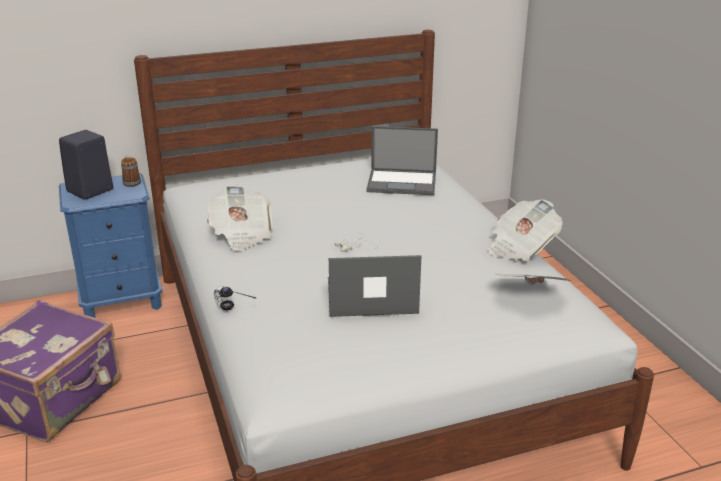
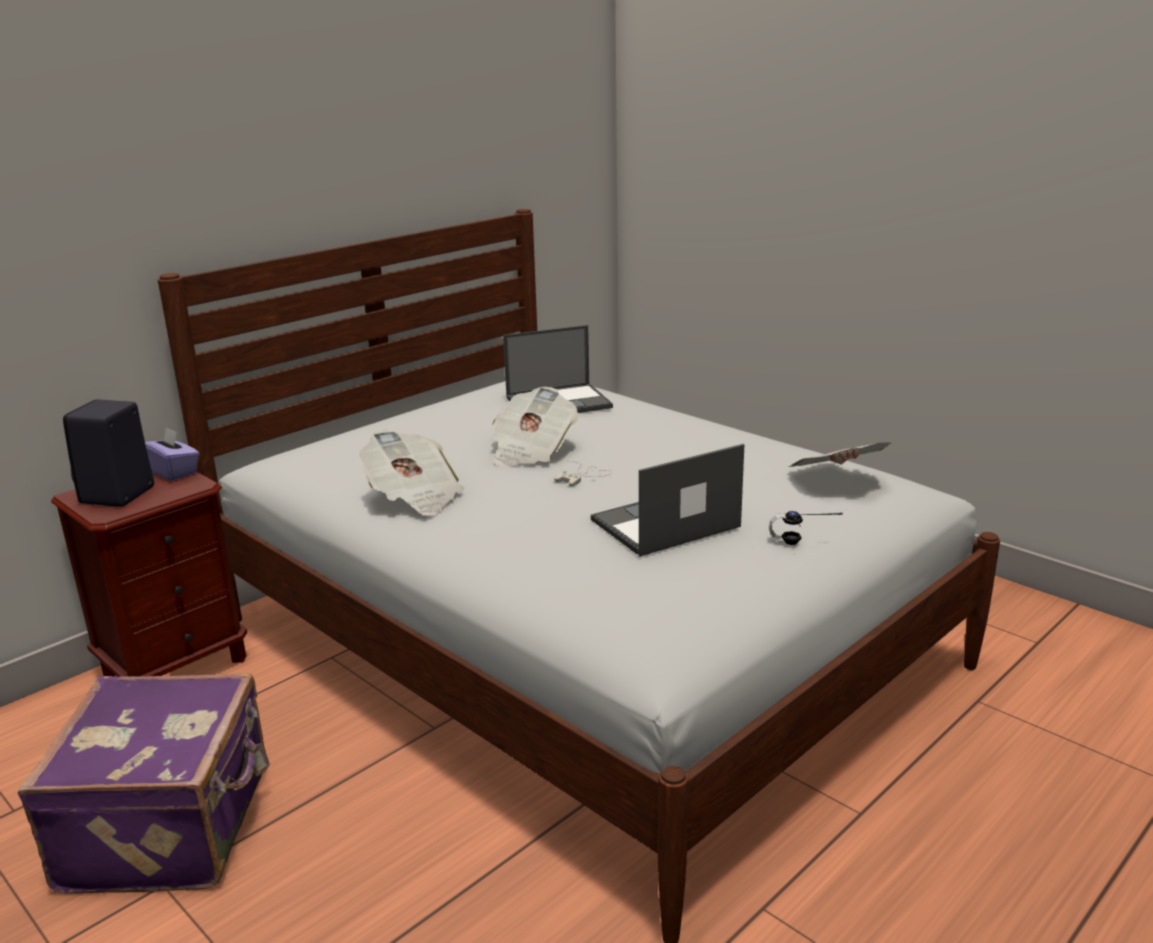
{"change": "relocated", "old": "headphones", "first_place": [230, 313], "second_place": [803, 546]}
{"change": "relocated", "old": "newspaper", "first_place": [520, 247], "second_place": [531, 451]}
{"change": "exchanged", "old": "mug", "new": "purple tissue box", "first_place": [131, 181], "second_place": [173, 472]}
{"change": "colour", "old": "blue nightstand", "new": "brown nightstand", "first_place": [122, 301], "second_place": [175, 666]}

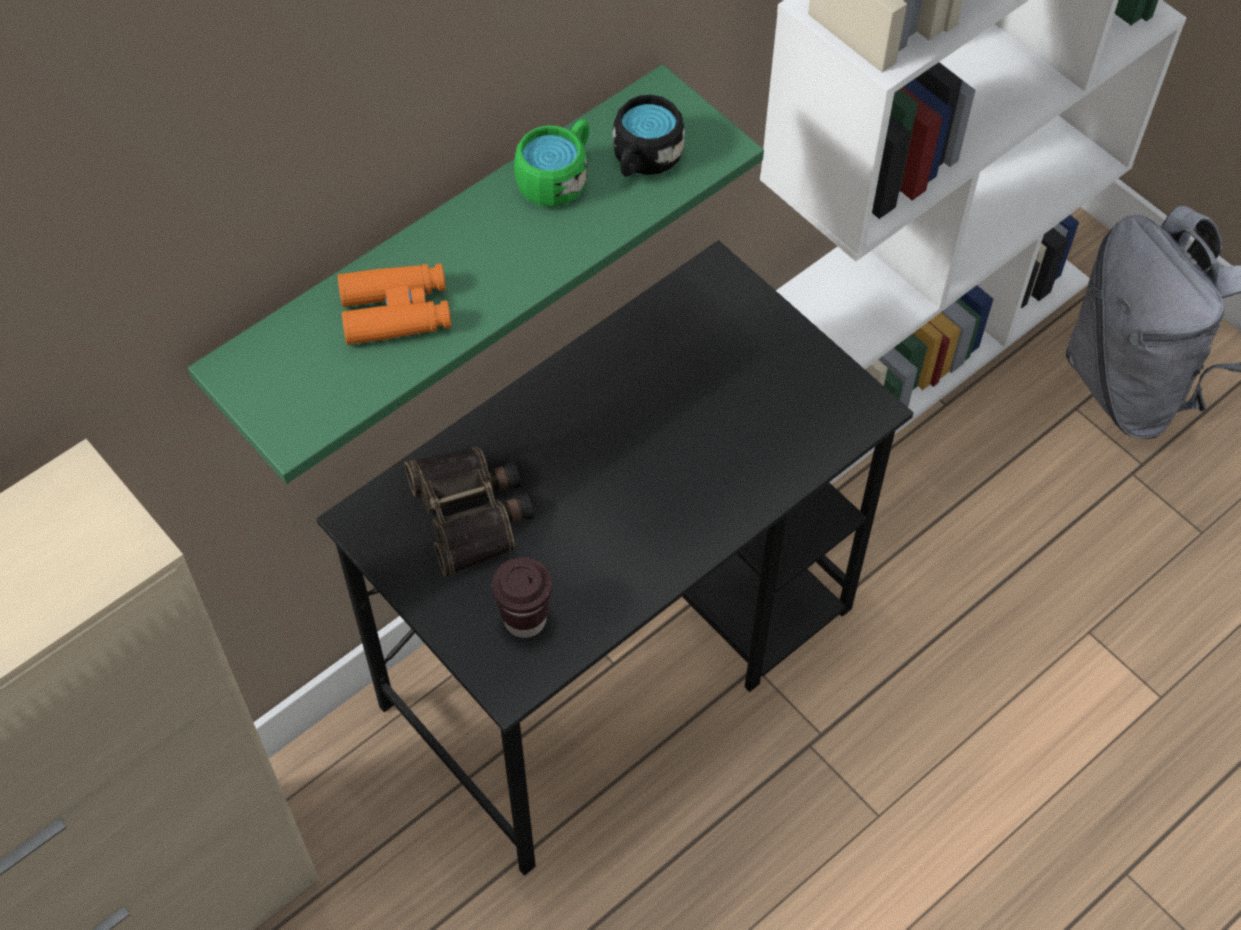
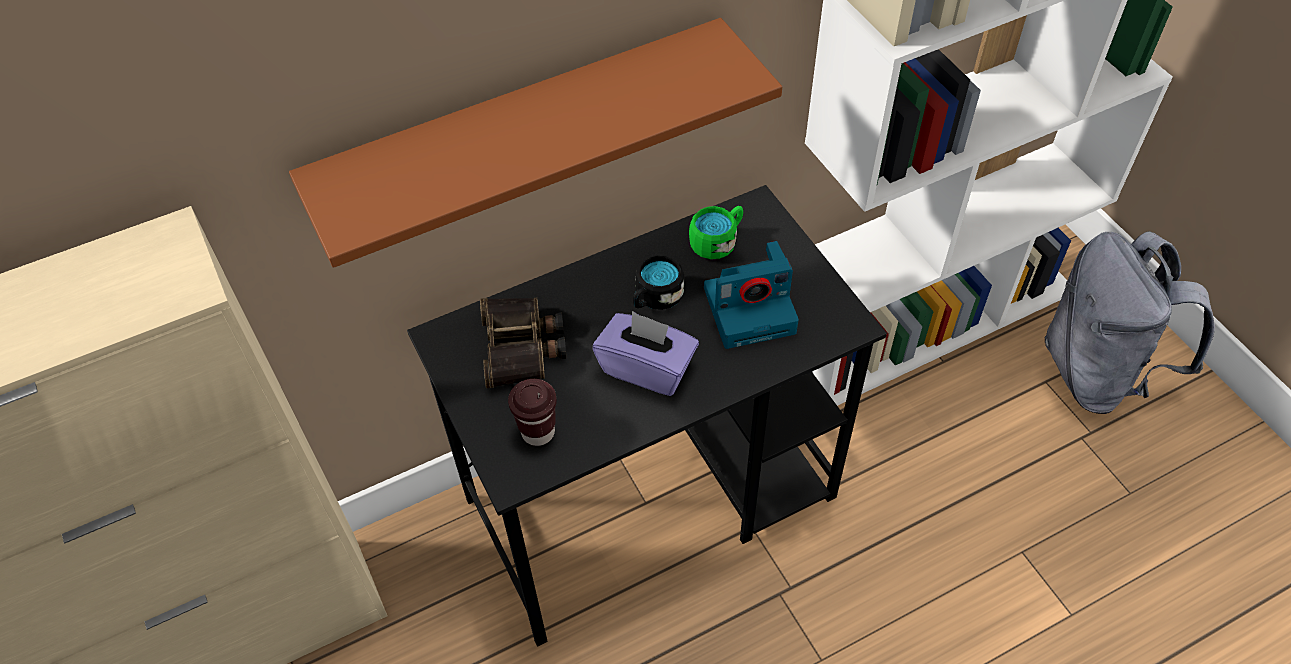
{"change": "missing", "old": "orange binoculars", "first_place": [396, 312]}
{"change": "appeared", "new": "purple tissue box", "second_place": [647, 368]}
{"change": "appeared", "new": "photo camera", "second_place": [751, 309]}
{"change": "relocated", "old": "green mug", "first_place": [558, 178], "second_place": [717, 241]}
{"change": "relocated", "old": "black mug", "first_place": [643, 160], "second_place": [655, 298]}
{"change": "colour", "old": "green shelf", "new": "brown shelf", "first_place": [444, 256], "second_place": [523, 136]}

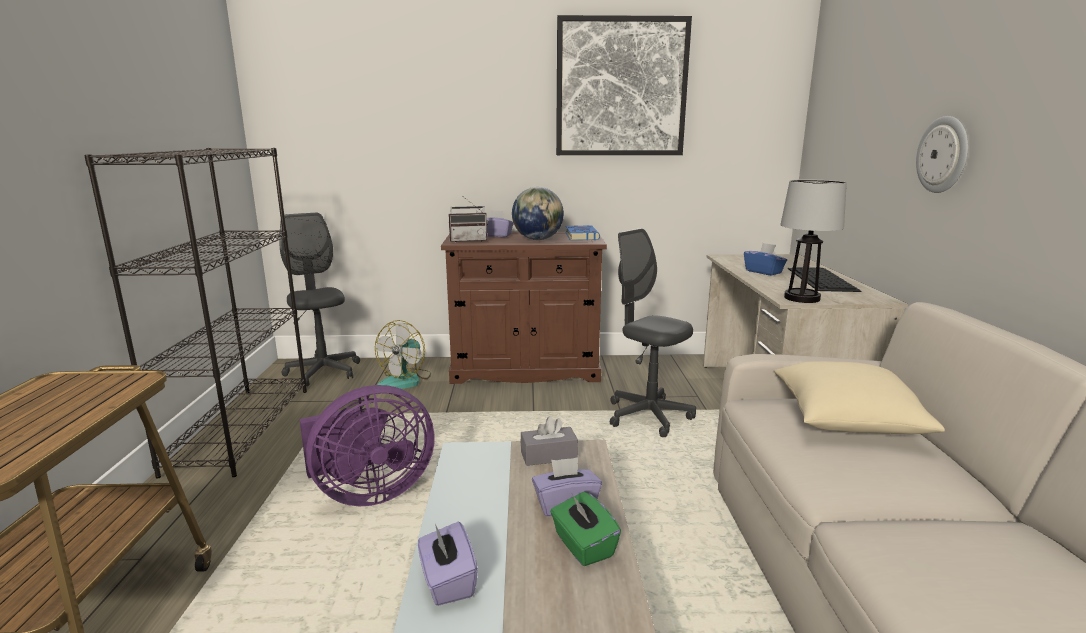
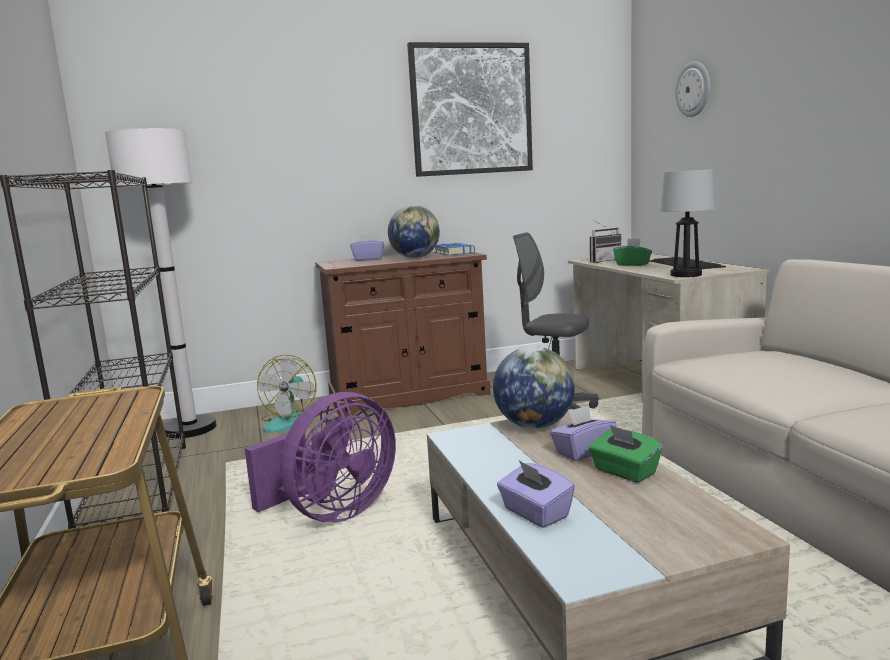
{"change": "missing", "old": "beige pillow", "first_place": [846, 421]}
{"change": "relocated", "old": "radio", "first_place": [468, 240], "second_place": [603, 261]}
{"change": "relocated", "old": "wall clock", "first_place": [943, 155], "second_place": [693, 89]}
{"change": "exchanged", "old": "grey office chair", "new": "white floor lamp", "first_place": [323, 372], "second_place": [190, 429]}
{"change": "exchanged", "old": "grey tissue box", "new": "globe", "first_place": [548, 455], "second_place": [534, 425]}
{"change": "colour", "old": "blue tissue box", "new": "green tissue box", "first_place": [763, 272], "second_place": [632, 264]}

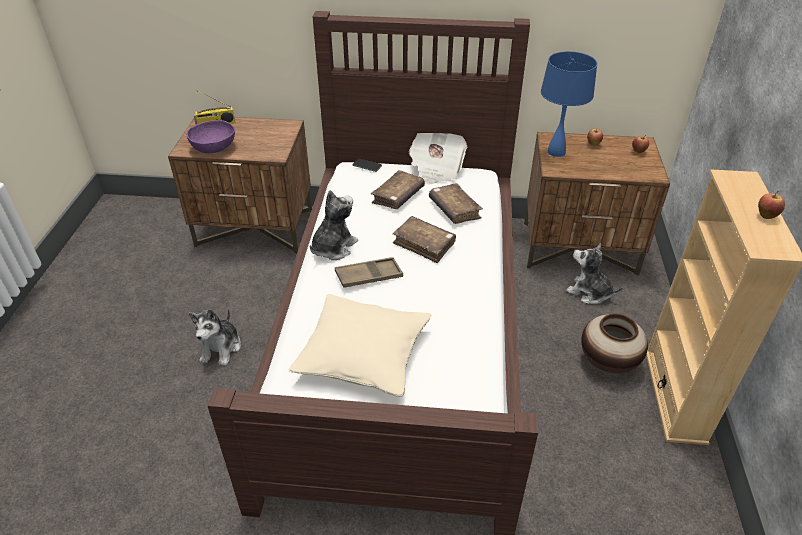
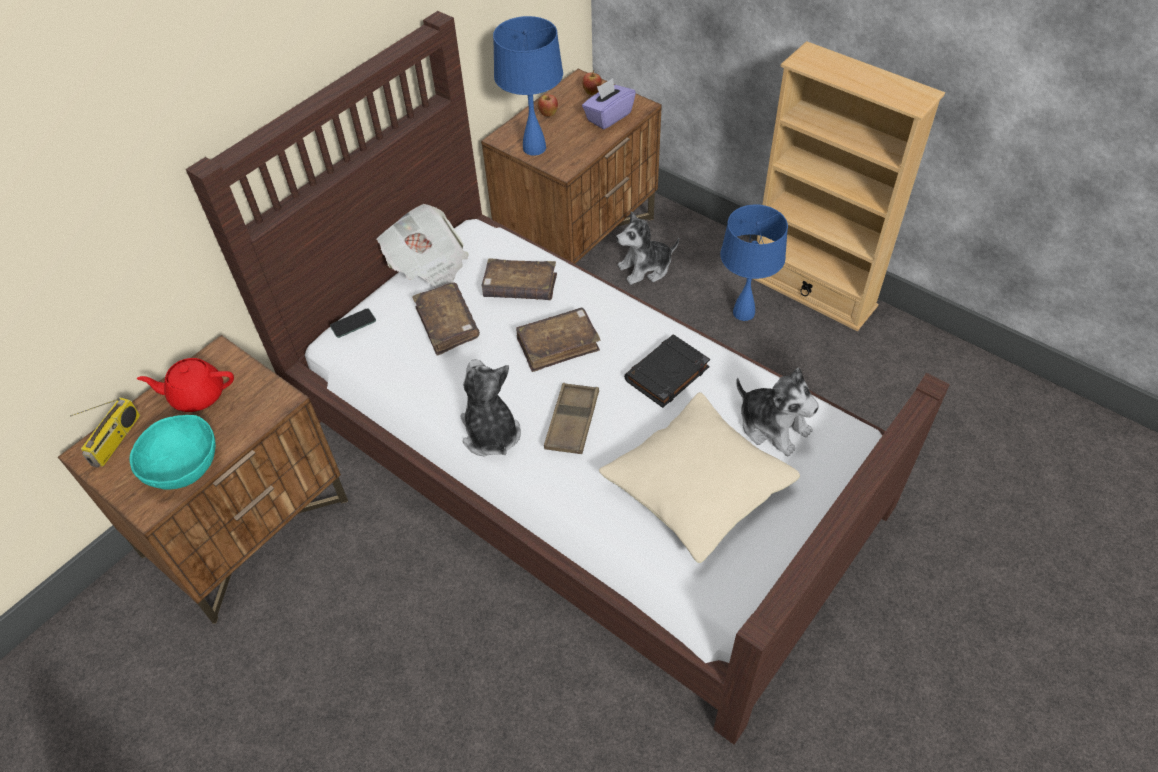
{"change": "missing", "old": "apple", "first_place": [766, 216]}
{"change": "appeared", "new": "red teapot", "second_place": [197, 395]}
{"change": "appeared", "new": "purple tissue box", "second_place": [608, 117]}
{"change": "appeared", "new": "black book", "second_place": [667, 375]}
{"change": "relocated", "old": "plush toy", "first_place": [221, 348], "second_place": [773, 426]}
{"change": "exchanged", "old": "vase", "new": "blue table lamp", "first_place": [608, 362], "second_place": [744, 313]}
{"change": "colour", "old": "purple bowl", "new": "turquoise bowl", "first_place": [214, 148], "second_place": [184, 466]}

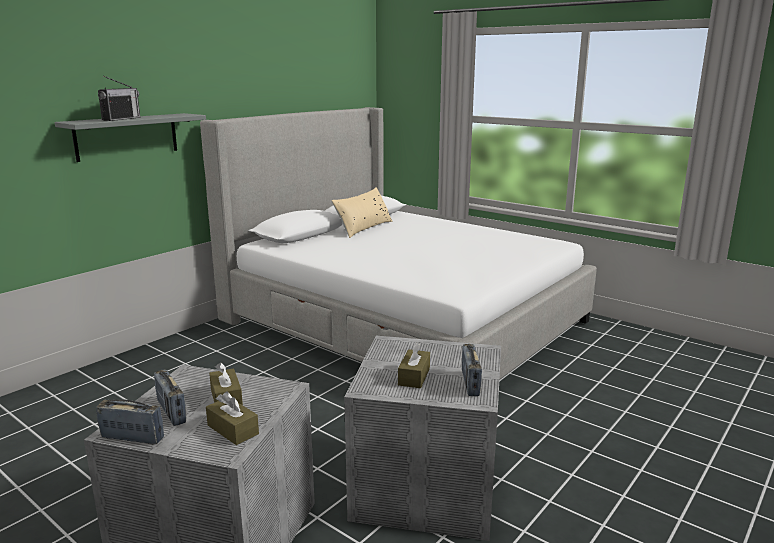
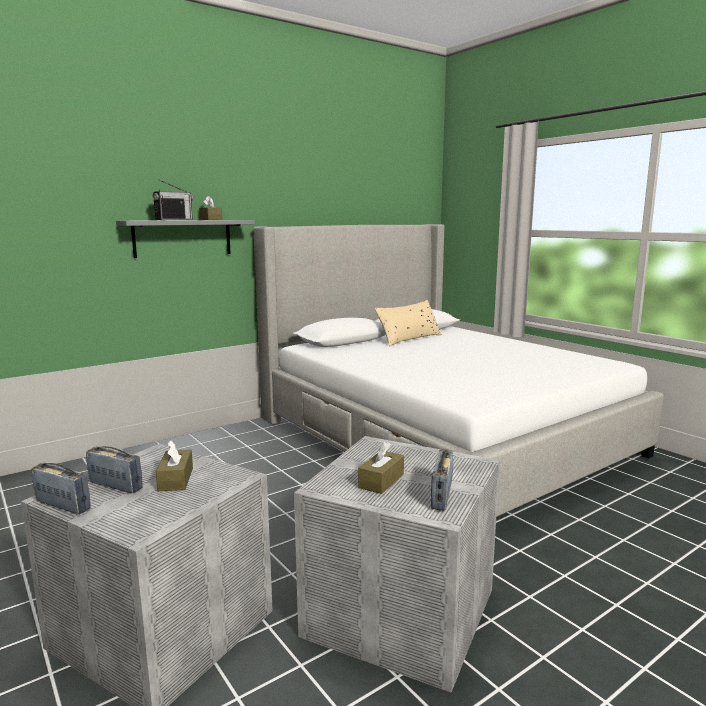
{"change": "relocated", "old": "brown tissue box", "first_place": [233, 429], "second_place": [211, 219]}
{"change": "spun", "old": "radio", "first_place": [171, 412], "second_place": [116, 486], "degrees": 135}

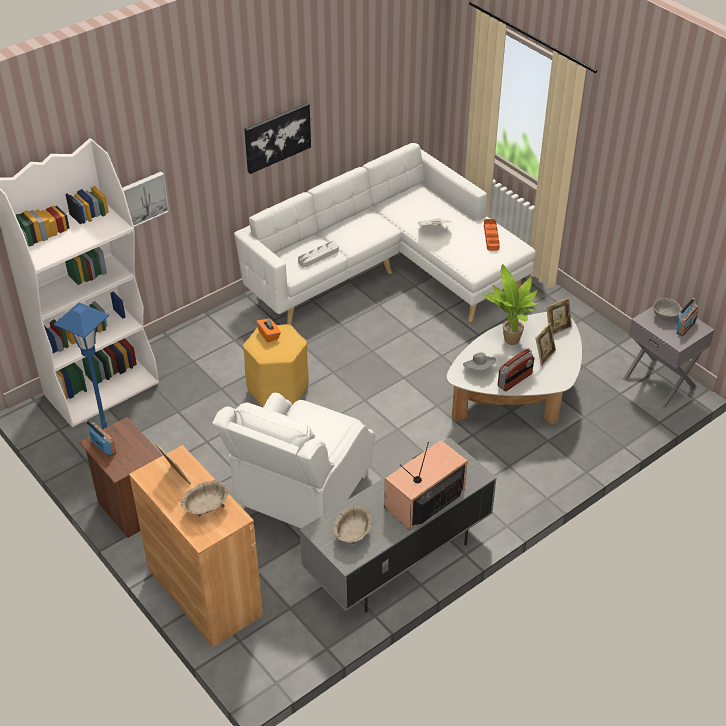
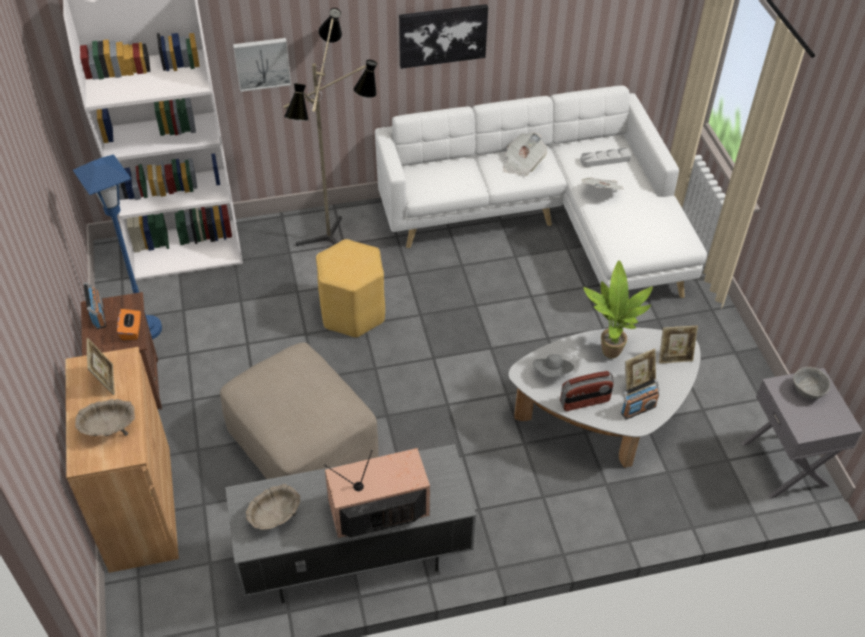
{"change": "missing", "old": "orange tray", "first_place": [491, 237]}
{"change": "appeared", "new": "floor lamp", "second_place": [336, 241]}
{"change": "appeared", "new": "newspaper", "second_place": [522, 163]}
{"change": "relocated", "old": "orange tissue box", "first_place": [269, 335], "second_place": [131, 331]}
{"change": "relocated", "old": "grey tray", "first_place": [318, 256], "second_place": [605, 159]}
{"change": "relocated", "old": "radio", "first_place": [685, 327], "second_place": [638, 409]}
{"change": "exchanged", "old": "white armchair", "new": "beige ottoman", "first_place": [301, 495], "second_place": [301, 440]}

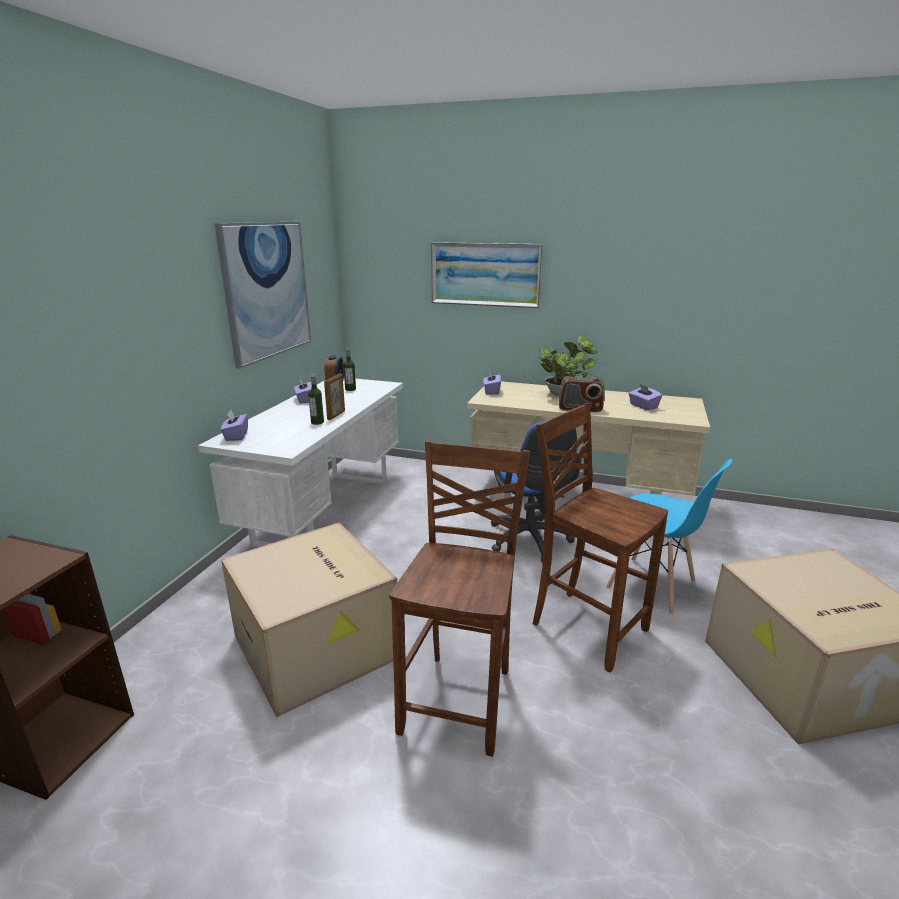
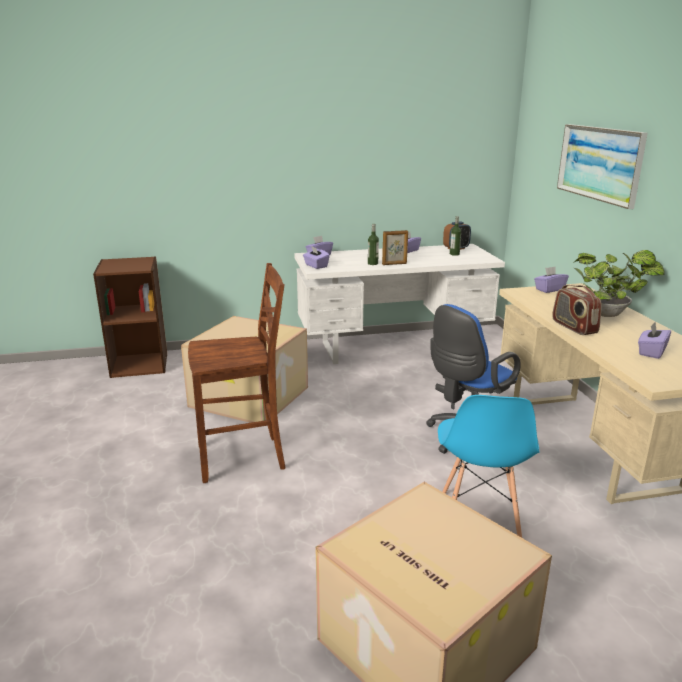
{"change": "missing", "old": "picture", "first_place": [267, 290]}
{"change": "missing", "old": "brown chair", "first_place": [587, 626]}
{"change": "appeared", "new": "purple tissue box", "second_place": [316, 266]}

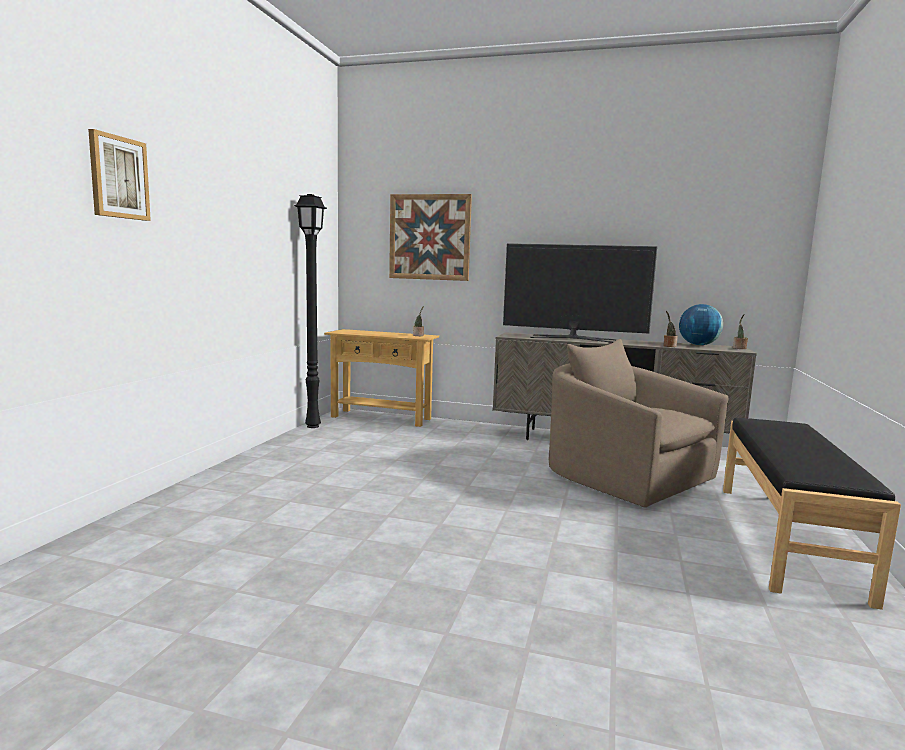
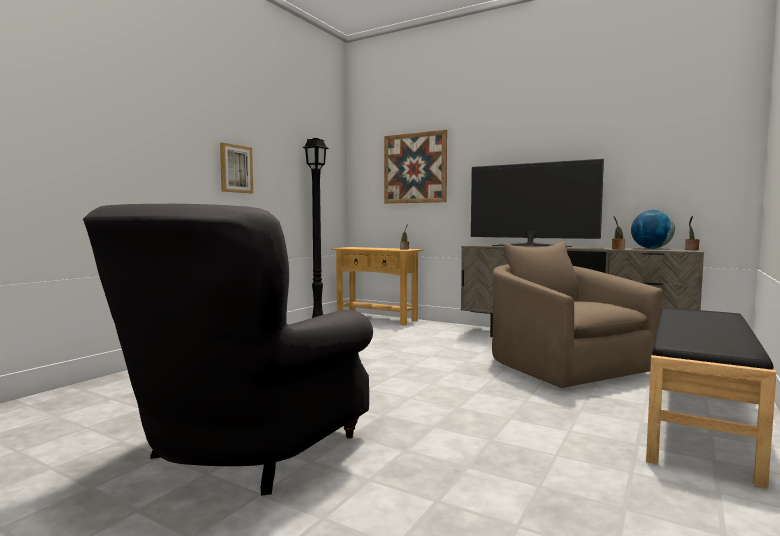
{"change": "appeared", "new": "grey armchair", "second_place": [239, 454]}
{"change": "relocated", "old": "picture", "first_place": [118, 177], "second_place": [235, 169]}

